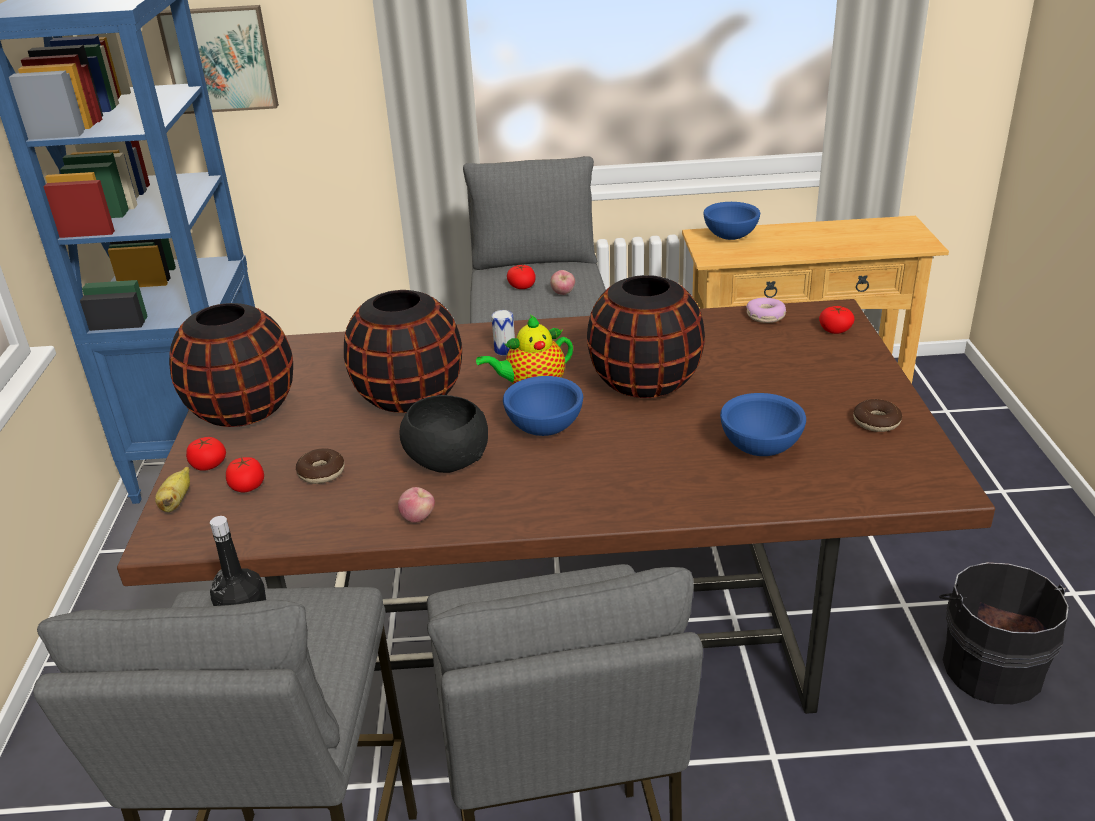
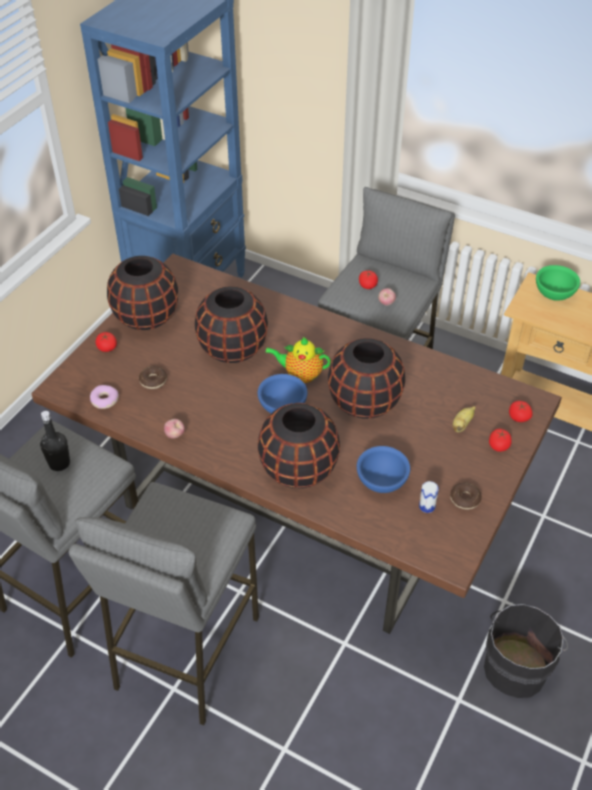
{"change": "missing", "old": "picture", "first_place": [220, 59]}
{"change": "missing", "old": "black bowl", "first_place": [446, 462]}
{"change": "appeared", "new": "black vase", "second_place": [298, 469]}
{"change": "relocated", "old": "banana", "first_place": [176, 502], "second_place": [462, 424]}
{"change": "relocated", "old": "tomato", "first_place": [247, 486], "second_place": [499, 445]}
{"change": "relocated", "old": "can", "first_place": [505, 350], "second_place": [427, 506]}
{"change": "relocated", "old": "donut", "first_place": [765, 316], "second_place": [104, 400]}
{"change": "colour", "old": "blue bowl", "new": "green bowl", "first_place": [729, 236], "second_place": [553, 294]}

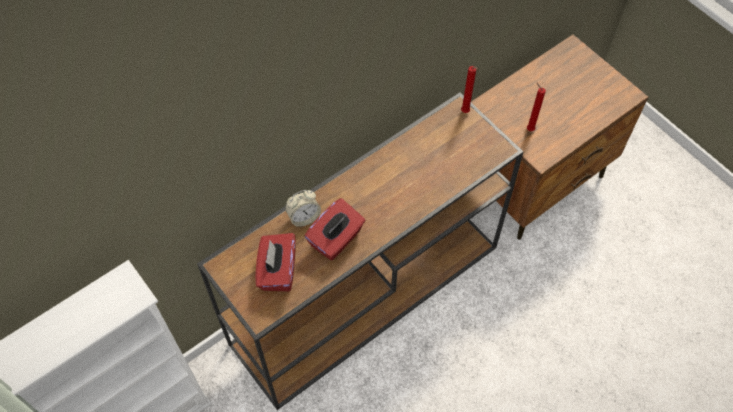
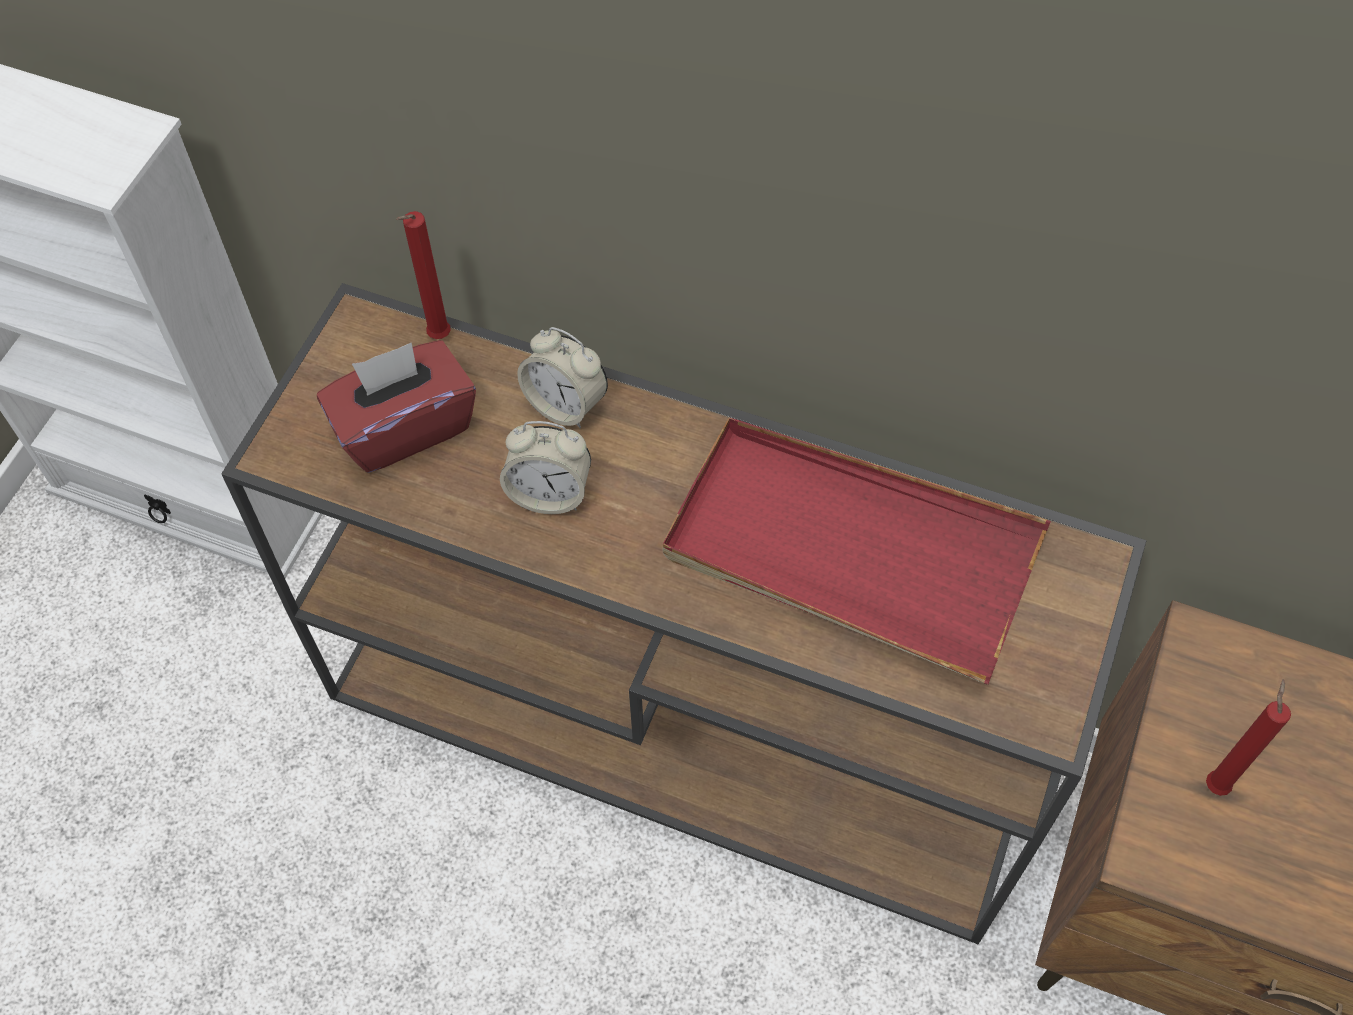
{"change": "appeared", "new": "red tray", "second_place": [850, 552]}
{"change": "relocated", "old": "red candle", "first_place": [465, 112], "second_place": [437, 338]}
{"change": "exchanged", "old": "red tissue box", "new": "alarm clock", "first_place": [336, 239], "second_place": [549, 493]}

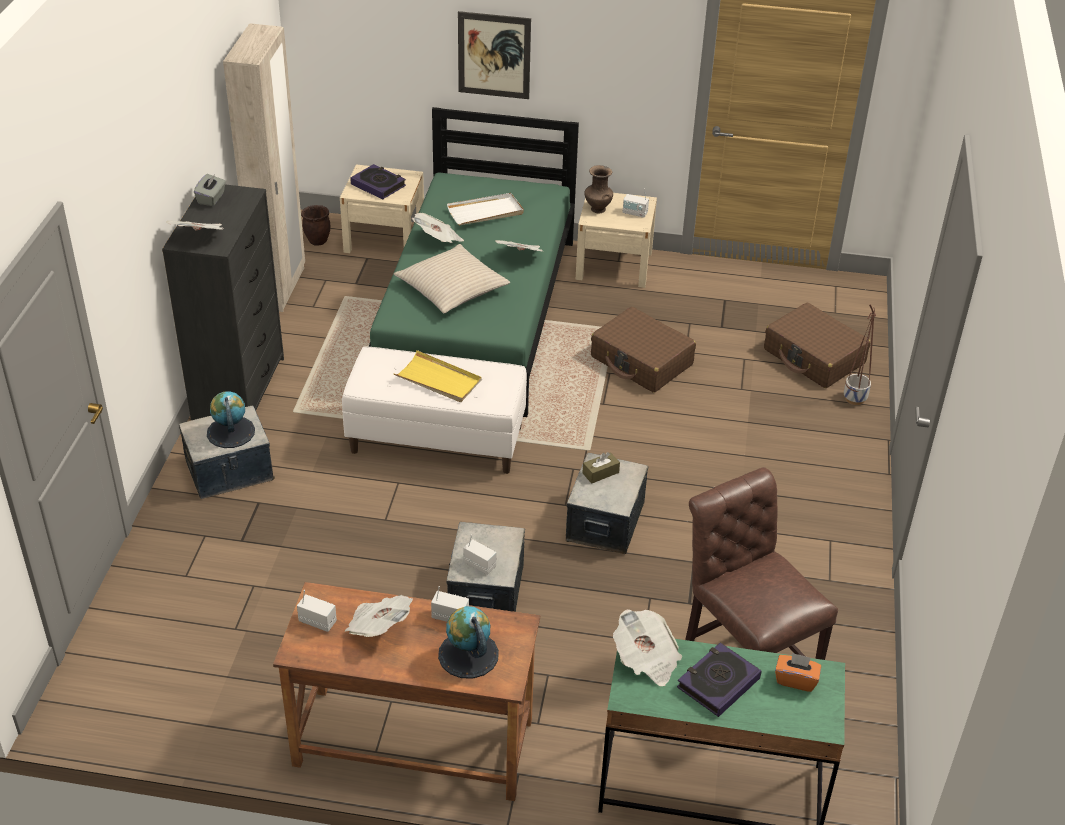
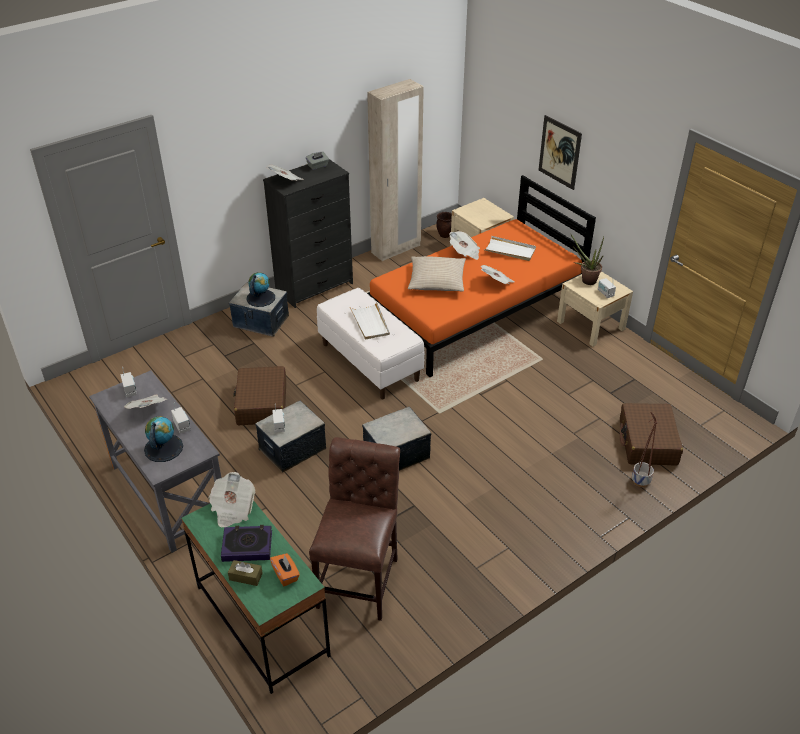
{"change": "missing", "old": "book", "first_place": [378, 185]}
{"change": "relocated", "old": "brown tissue box", "first_place": [600, 473], "second_place": [245, 577]}
{"change": "relocated", "old": "brown suitcase", "first_place": [641, 361], "second_place": [261, 404]}
{"change": "exchanged", "old": "brown vase", "new": "potted plant", "first_place": [597, 209], "second_place": [585, 280]}
{"change": "colour", "old": "brown desk", "new": "grey desk", "first_place": [413, 743], "second_place": [168, 494]}
{"change": "colour", "old": "green bed", "new": "orange bed", "first_place": [478, 315], "second_place": [476, 312]}
{"change": "colour", "old": "yellow tray", "new": "white tray", "first_place": [438, 380], "second_place": [370, 322]}

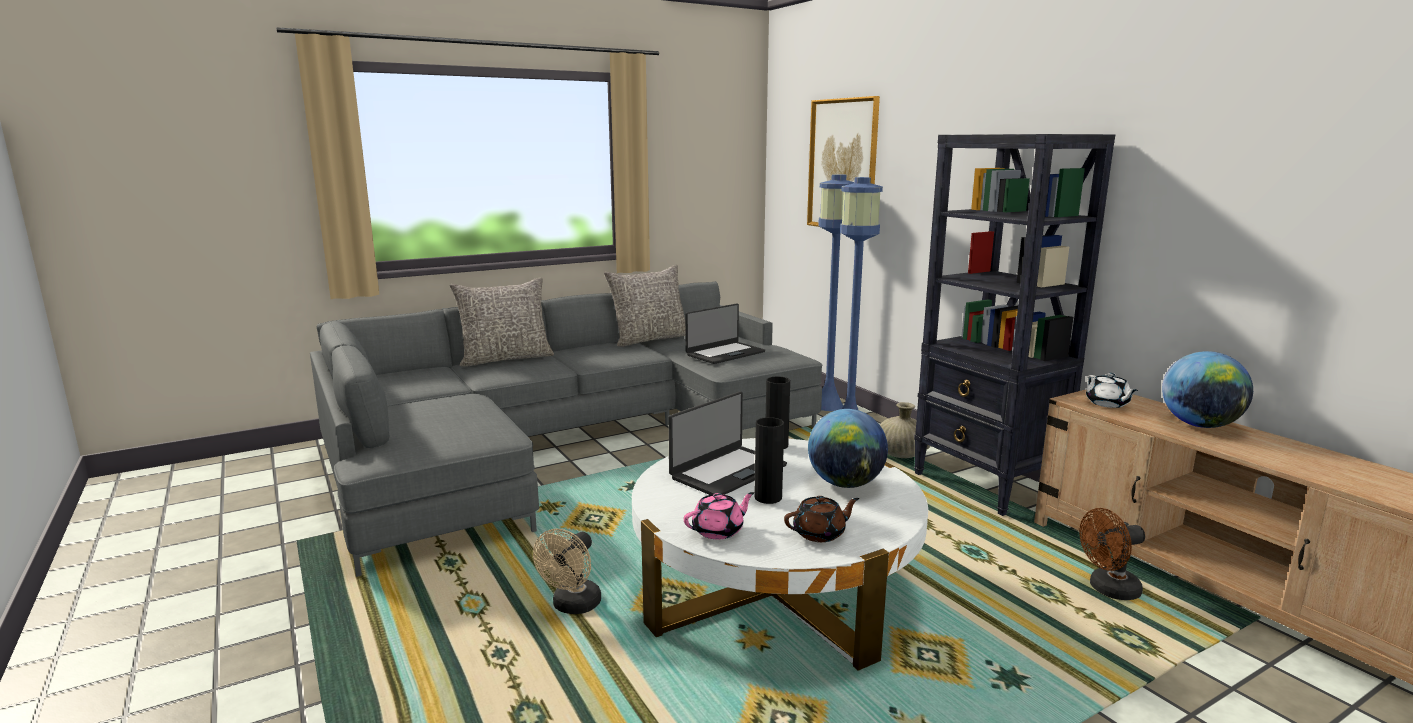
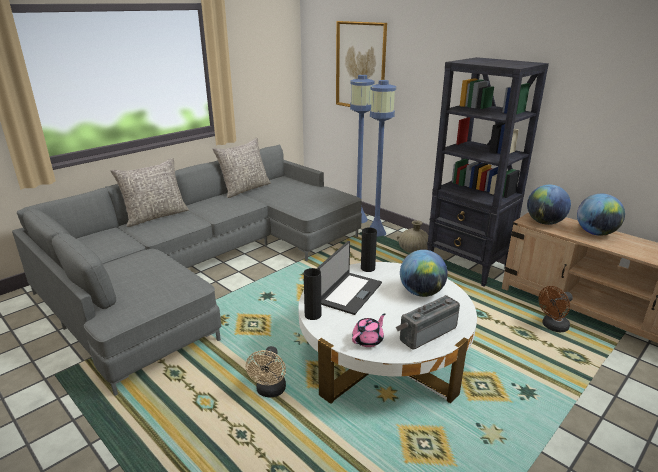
{"change": "missing", "old": "laptop", "first_place": [724, 353]}
{"change": "relocated", "old": "black vase", "first_place": [768, 497], "second_place": [313, 315]}
{"change": "exchanged", "old": "brown teapot", "new": "radio", "first_place": [820, 533], "second_place": [426, 332]}
{"change": "exchanged", "old": "white teapot", "new": "globe", "first_place": [1107, 404], "second_place": [544, 222]}

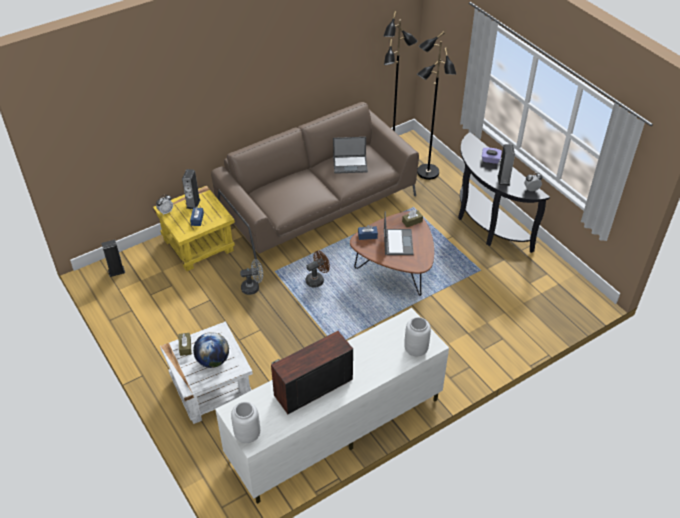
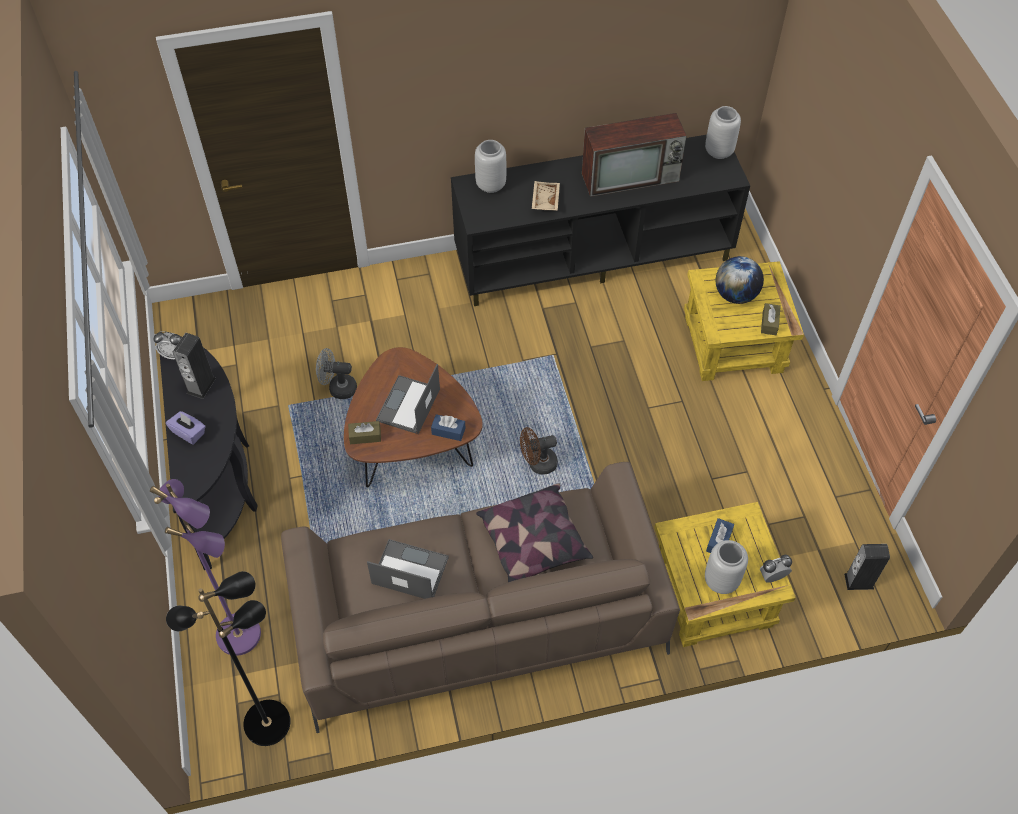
{"change": "appeared", "new": "pillow", "second_place": [534, 542]}
{"change": "appeared", "new": "beige tray", "second_place": [544, 200]}
{"change": "relocated", "old": "grey fan", "first_place": [253, 287], "second_place": [338, 388]}
{"change": "exchanged", "old": "speaker", "new": "grey vase", "first_place": [193, 203], "second_place": [720, 581]}
{"change": "colour", "old": "white side table", "new": "yellow side table", "first_place": [210, 389], "second_place": [734, 345]}
{"change": "colour", "old": "white tv stand", "new": "black tv stand", "first_place": [335, 429], "second_place": [594, 257]}
{"change": "colour", "old": "black floor lamp", "new": "purple floor lamp", "first_place": [427, 172], "second_place": [240, 634]}

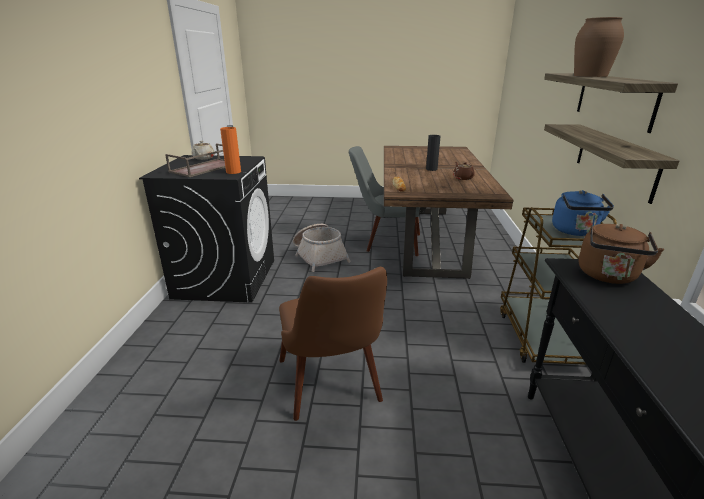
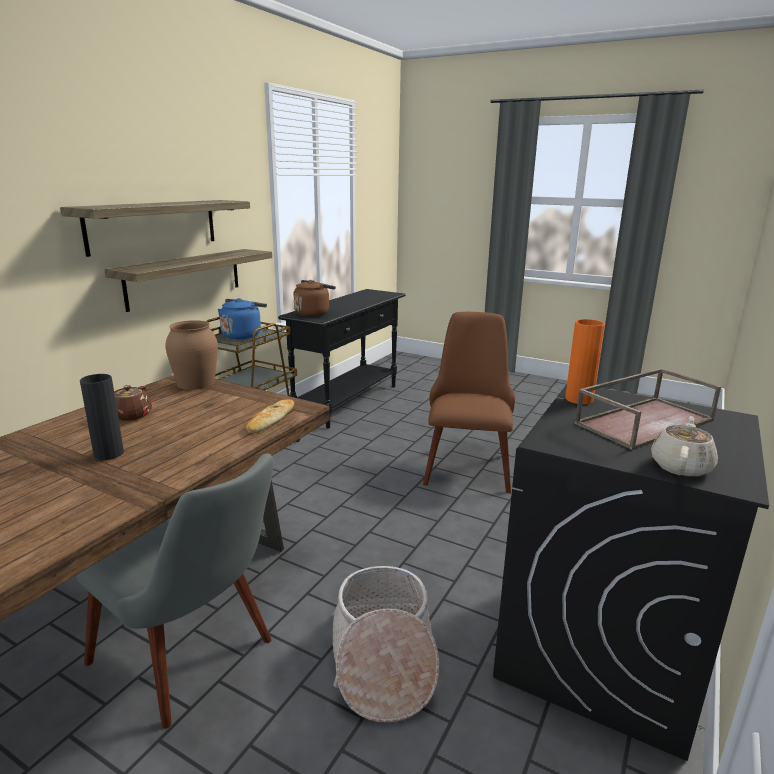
{"change": "relocated", "old": "brown vase", "first_place": [590, 76], "second_place": [195, 383]}

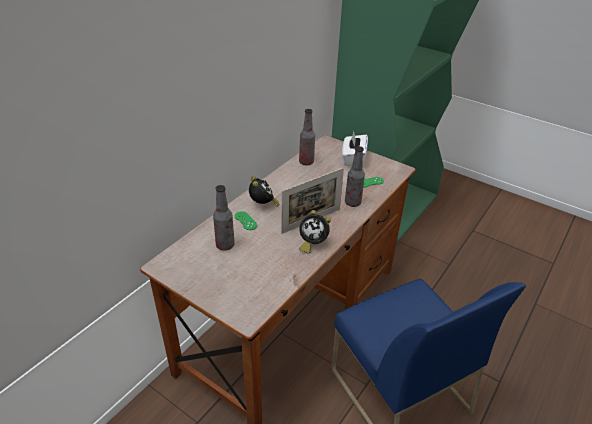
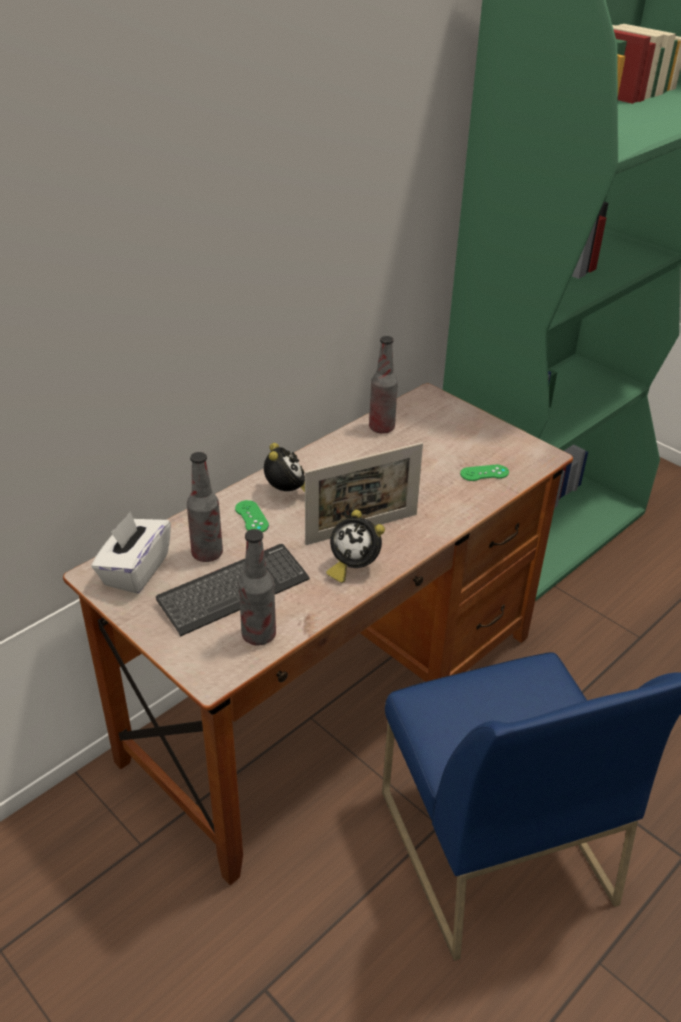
{"change": "appeared", "new": "keyboard", "second_place": [234, 591]}
{"change": "relocated", "old": "white tissue box", "first_place": [353, 159], "second_place": [135, 570]}
{"change": "relocated", "old": "bottle", "first_place": [352, 203], "second_place": [259, 635]}

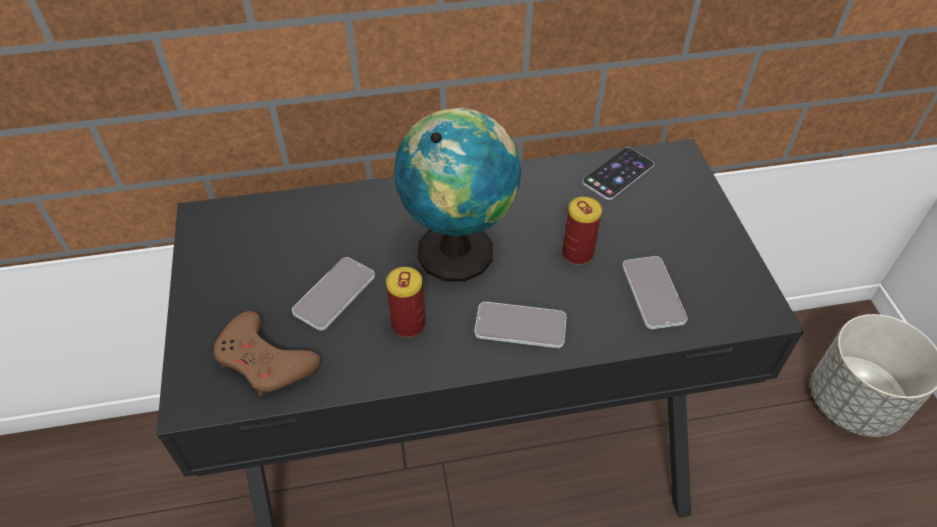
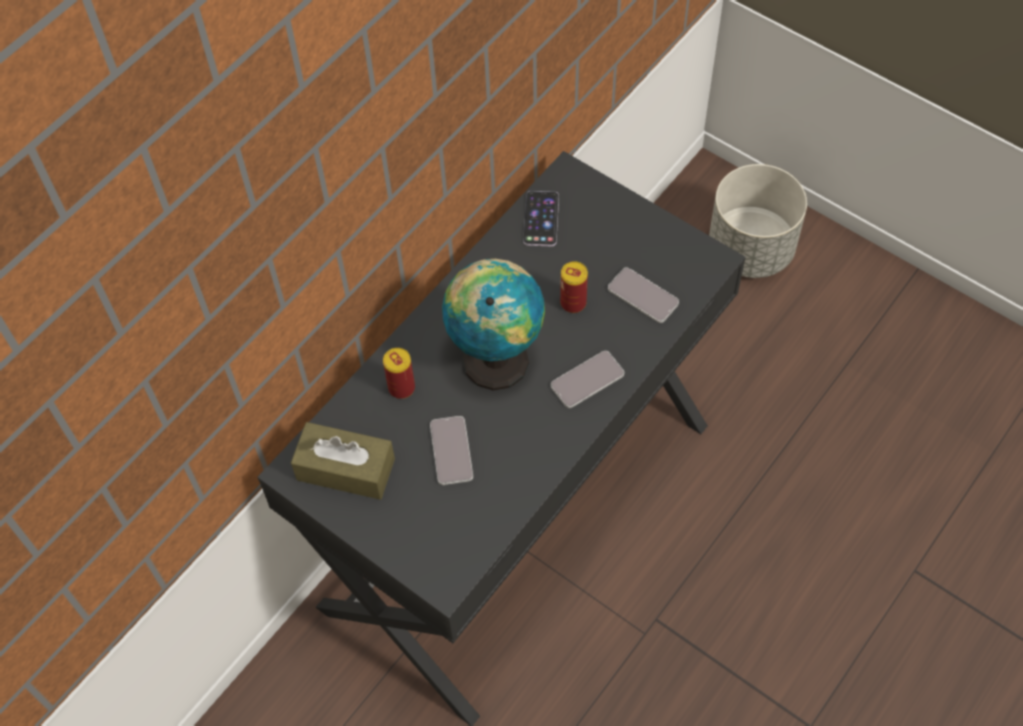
{"change": "missing", "old": "brown game controller", "first_place": [265, 361]}
{"change": "appeared", "new": "brown tissue box", "second_place": [345, 469]}
{"change": "relocated", "old": "can", "first_place": [408, 324], "second_place": [401, 388]}

